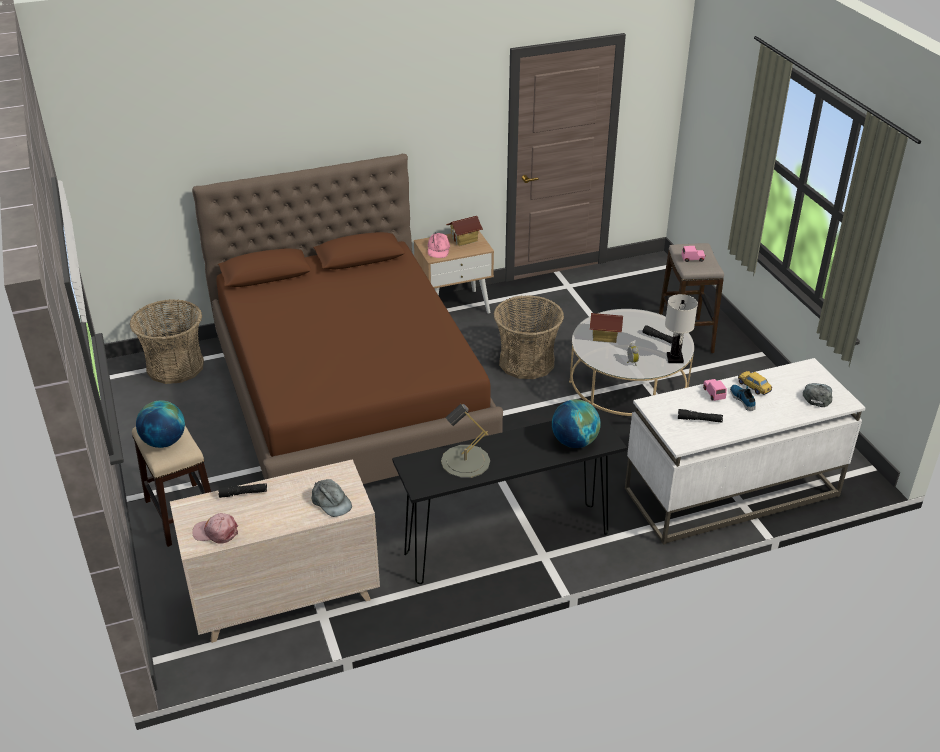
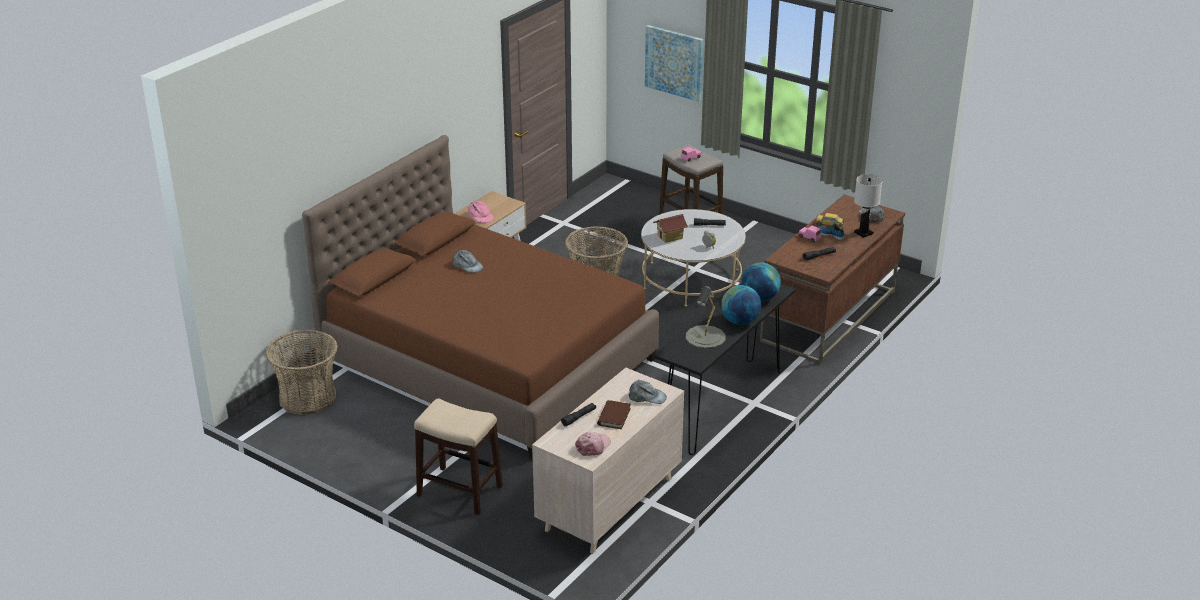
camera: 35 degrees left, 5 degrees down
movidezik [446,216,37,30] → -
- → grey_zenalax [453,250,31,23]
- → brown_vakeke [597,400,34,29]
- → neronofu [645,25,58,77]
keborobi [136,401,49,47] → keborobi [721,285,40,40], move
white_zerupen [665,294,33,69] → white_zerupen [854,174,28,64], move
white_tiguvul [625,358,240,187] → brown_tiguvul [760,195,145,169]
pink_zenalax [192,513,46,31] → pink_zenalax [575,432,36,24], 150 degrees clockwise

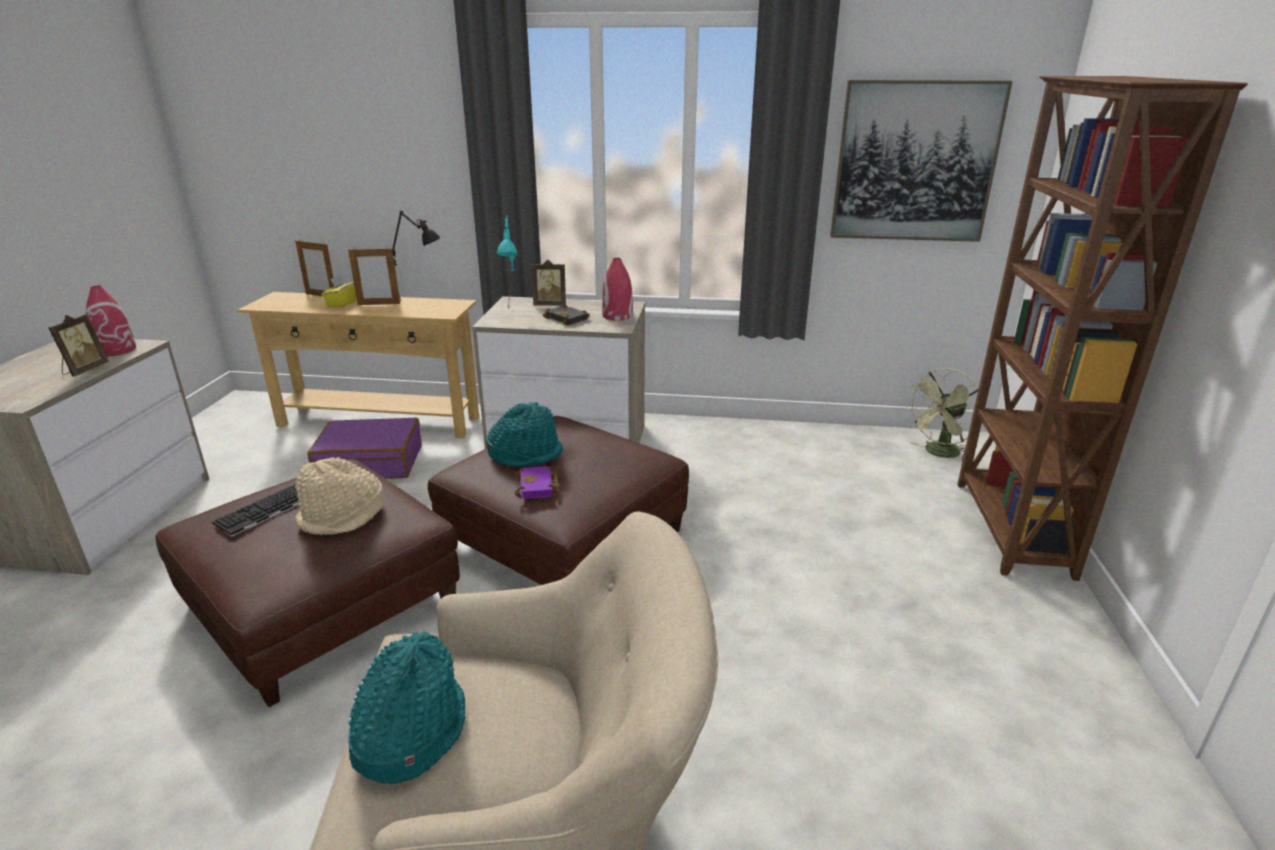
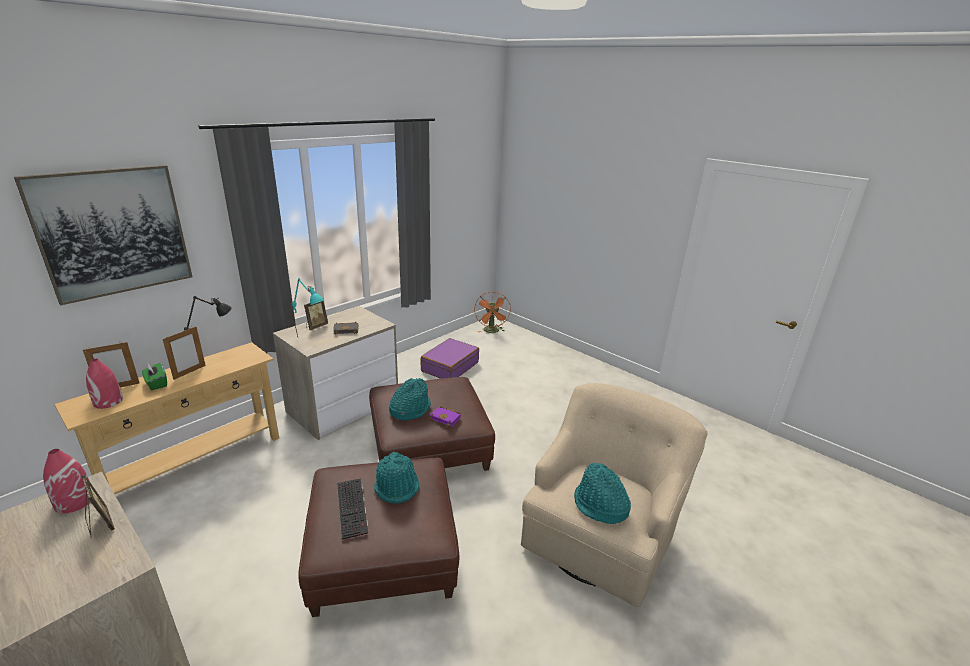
camera: 55 degrees left, 0 degrees up
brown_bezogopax [957,76,291,505] → -
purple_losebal [307,417,115,62] → purple_losebal [421,338,58,41], move
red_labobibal [602,258,31,63] → red_labobibal [86,359,37,50], move
neronofu [830,80,183,162] → neronofu [14,165,179,140], move
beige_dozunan [294,457,90,78] → turquoise_dozunan [374,452,45,52]
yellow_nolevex [321,275,36,33] → green_nolevex [142,362,25,28]
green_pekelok [907,368,72,93] → orange_pekelok [474,292,37,41]

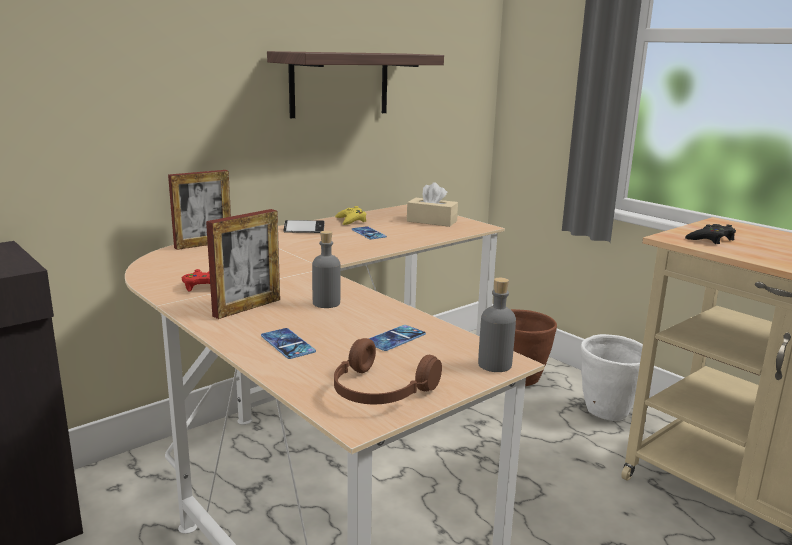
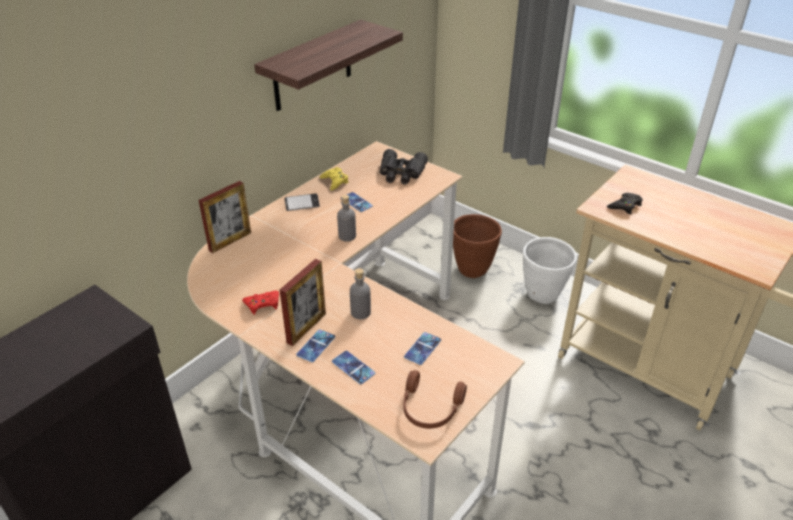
camera: 10 degrees left, 20 degrees up
- → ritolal [296,329,39,33]
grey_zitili [478,278,38,94] → grey_zitili [337,195,19,47], move
beige_nolevex [407,182,51,45] → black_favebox [380,149,48,36]

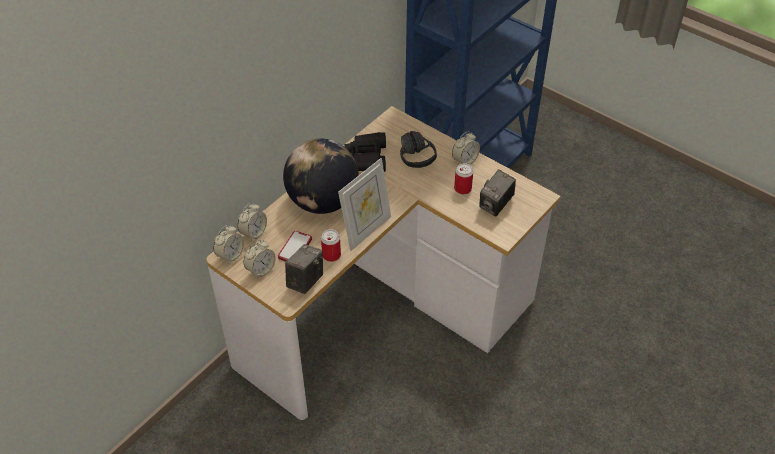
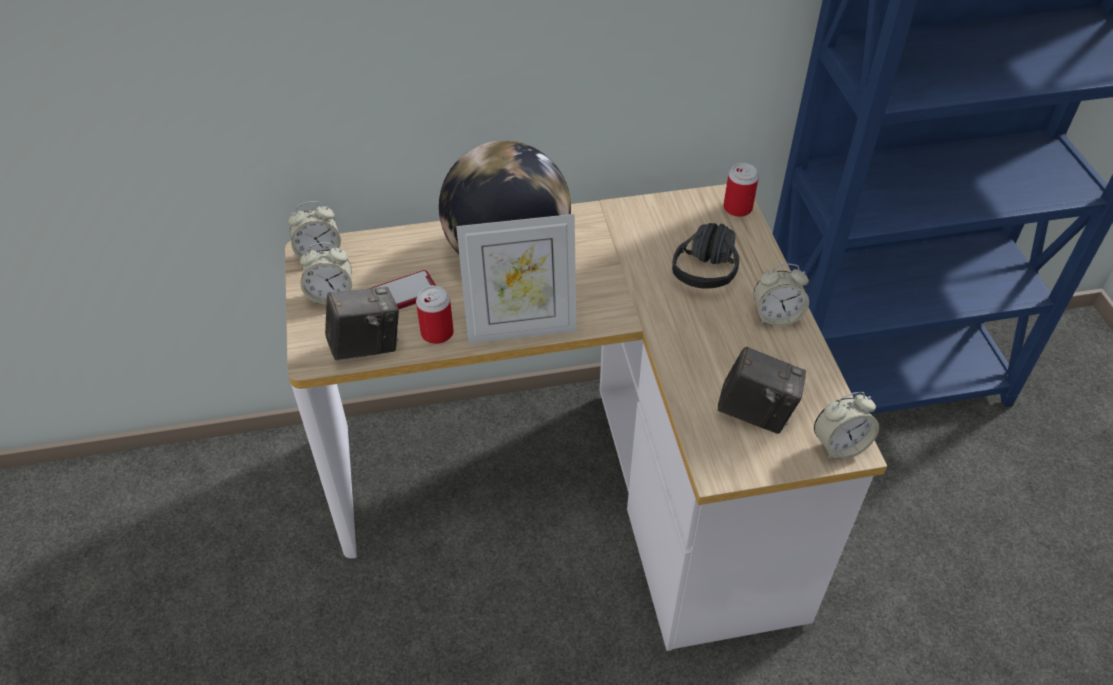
camera: 40 degrees right, 0 degrees up
black_favebox [344,132,42,40] → -
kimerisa [237,203,30,38] → kimerisa [814,392,65,67], move
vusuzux [454,163,19,31] → vusuzux [723,163,36,54], move
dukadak [479,169,37,47] → dukadak [718,347,88,87], 150 degrees counterclockwise

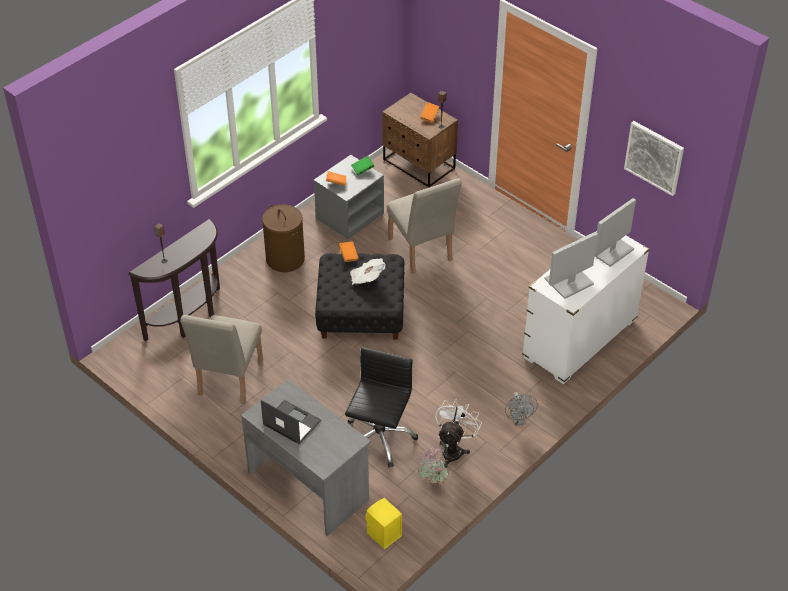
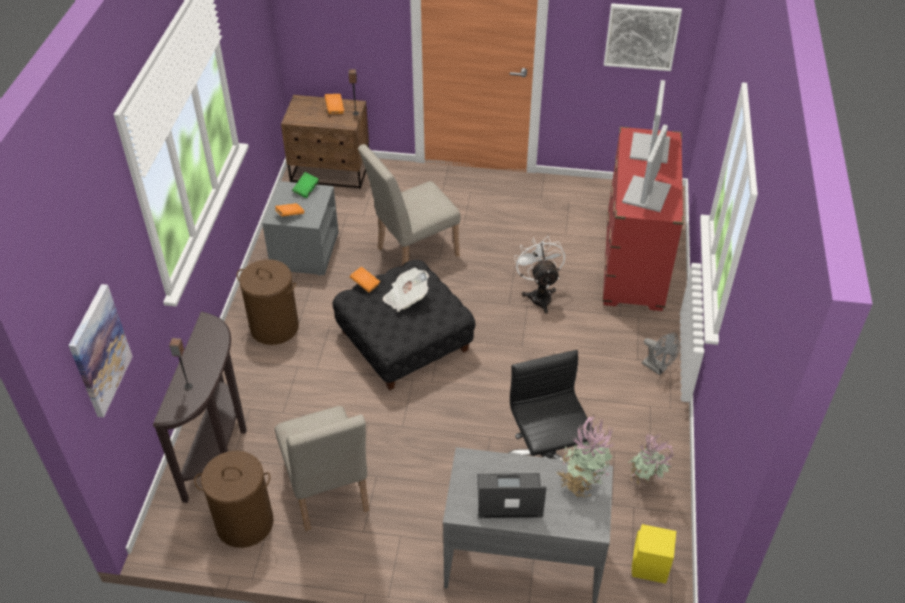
camera: 35 degrees left, 0 degrees up
- → neronofu [69,284,64,134]
- → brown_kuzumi [194,451,79,97]
- → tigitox [557,414,56,84]
white_pekelok [435,399,47,69] → white_pekelok [514,236,51,78], move
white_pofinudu [522,231,128,153] → red_pofinudu [602,127,82,184]
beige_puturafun [387,178,75,96] → beige_puturafun [358,144,102,122], 120 degrees clockwise

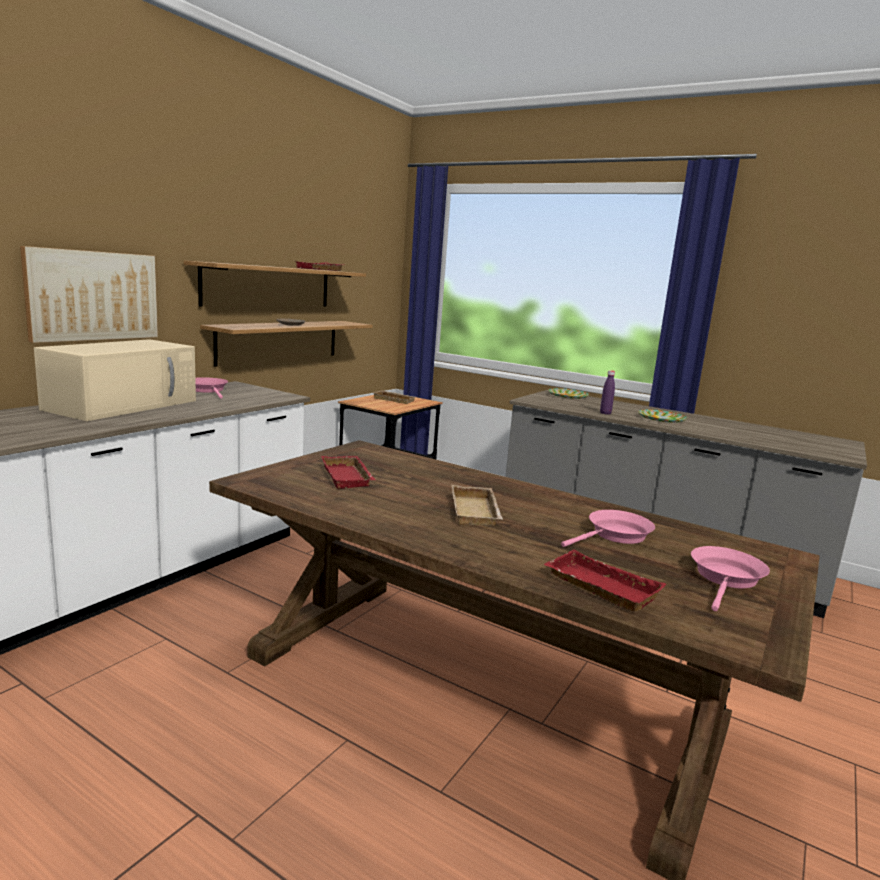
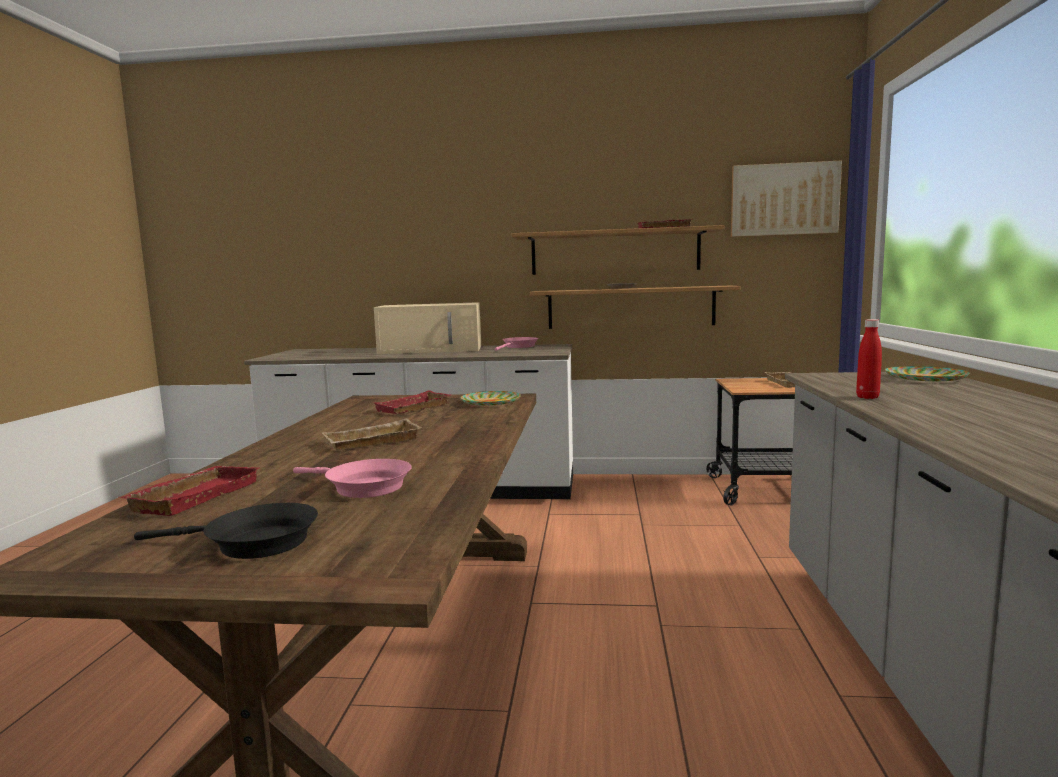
camera: 65 degrees right, 5 degrees down
neronofu [20,246,138,97] → neronofu [731,160,111,77], move
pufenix [638,409,49,14] → pufenix [460,391,61,15], move
purple_zitili [600,370,15,45] → red_zitili [856,319,26,80]
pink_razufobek [691,546,79,65] → black_razufobek [134,503,184,56]

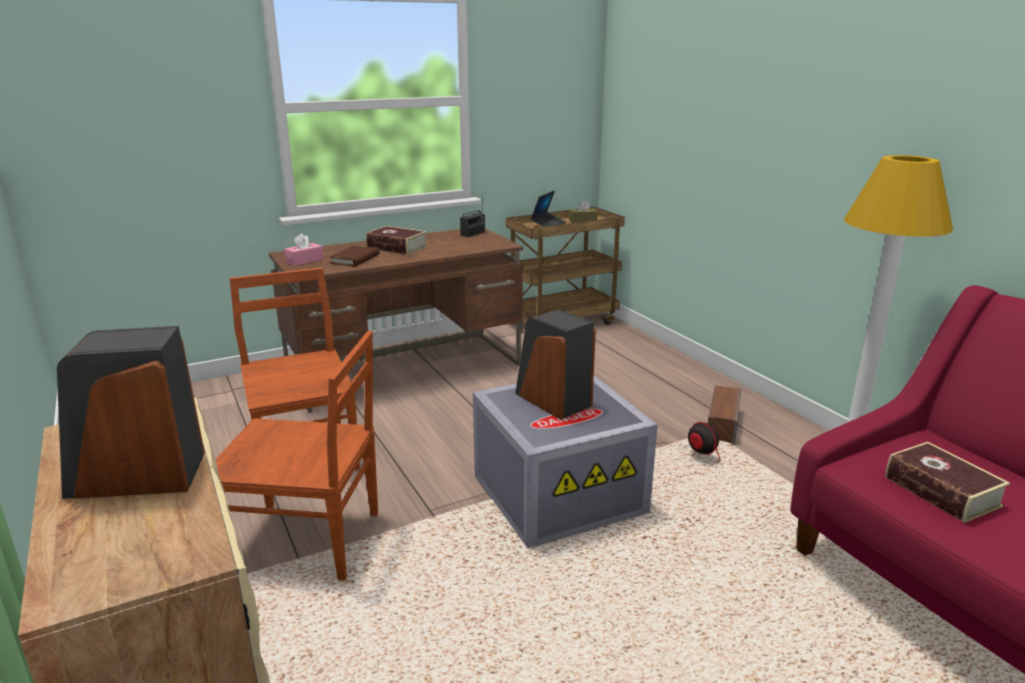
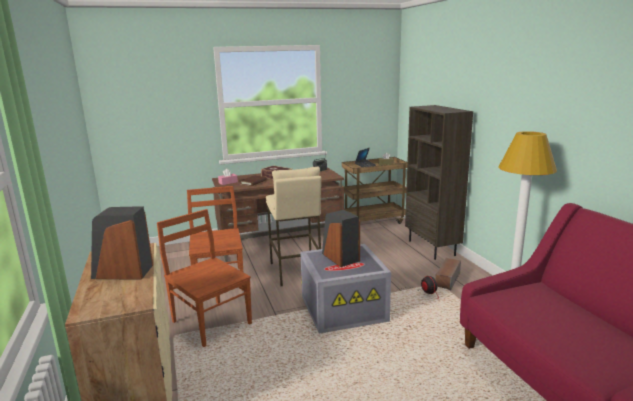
camera: 10 degrees right, 5 degrees down
vakeke [885,442,125,81] → -
- → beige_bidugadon [266,167,55,120]
- → brown_bezogopax [405,105,68,155]
brown_puturafun [215,331,163,250] → brown_puturafun [157,209,95,138], 150 degrees counterclockwise

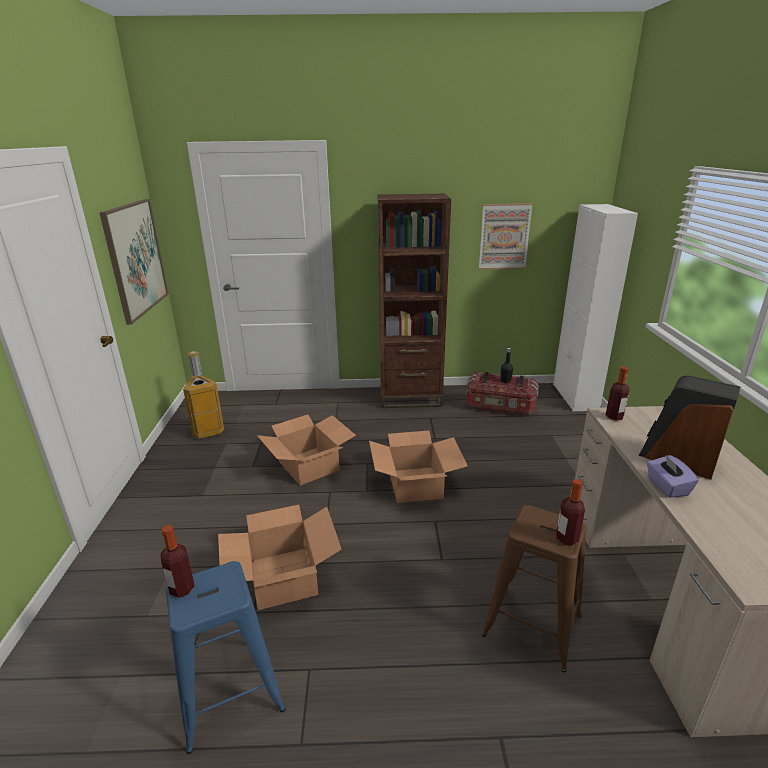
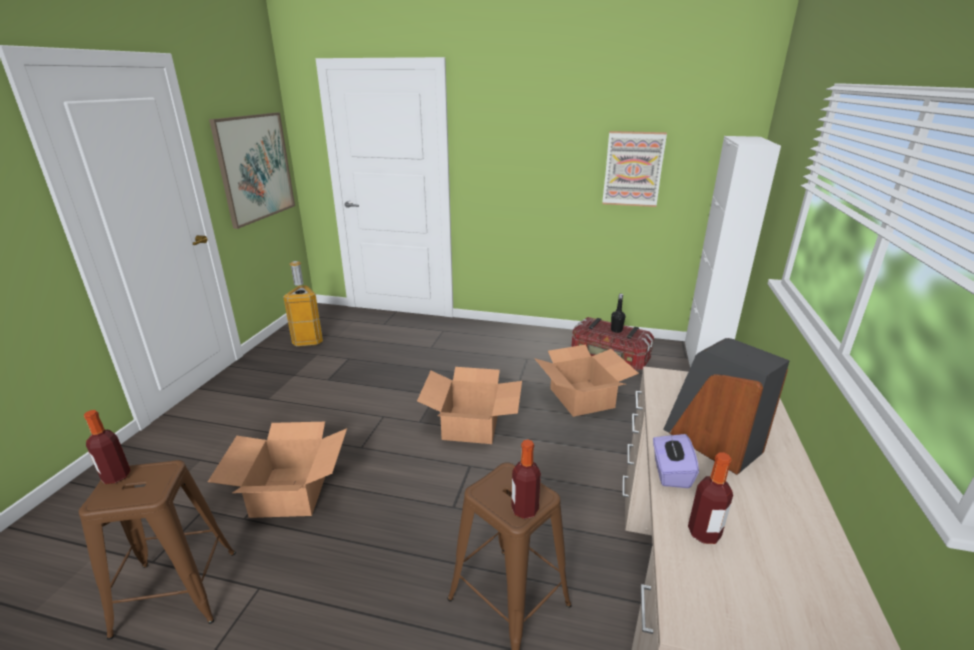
camera: 15 degrees right, 0 degrees up
brown_bezogopax [377,194,74,214] → -
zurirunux [257,415,99,70] → zurirunux [534,344,105,73], move
zitili [606,366,24,55] → zitili [688,452,45,92], move
blue_bidugadon [165,561,120,193] → brown_bidugadon [79,460,157,180]

